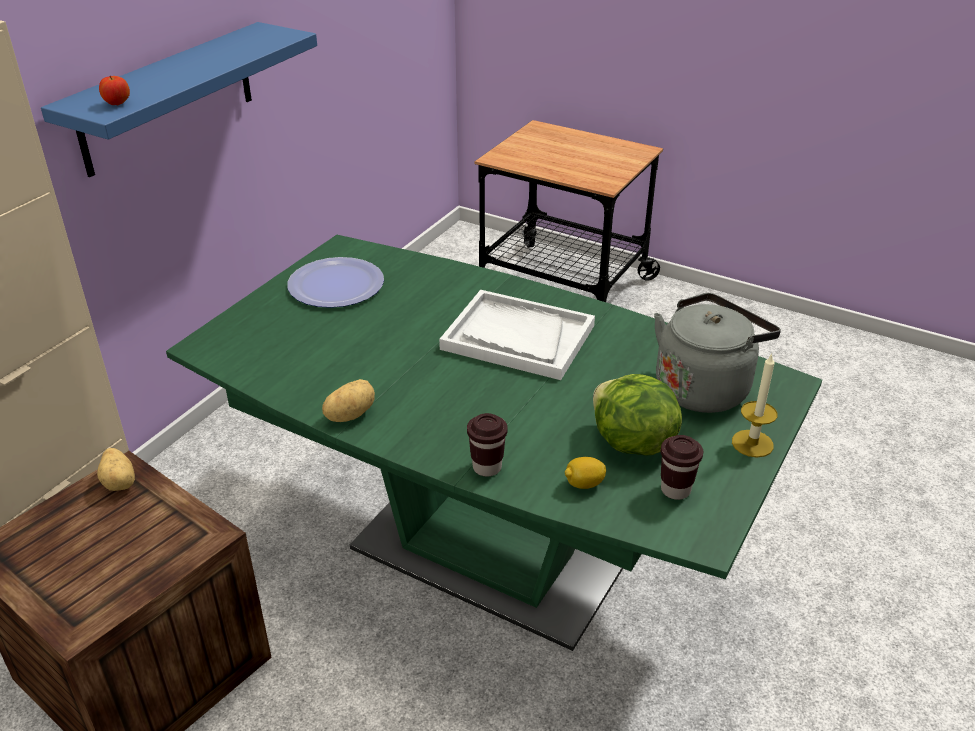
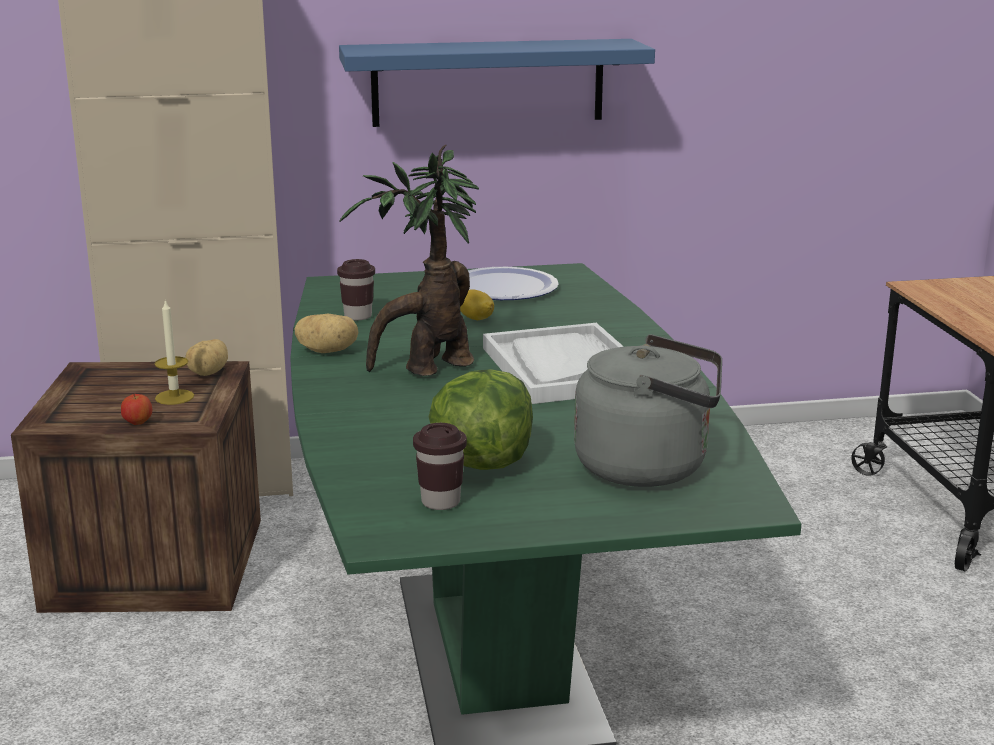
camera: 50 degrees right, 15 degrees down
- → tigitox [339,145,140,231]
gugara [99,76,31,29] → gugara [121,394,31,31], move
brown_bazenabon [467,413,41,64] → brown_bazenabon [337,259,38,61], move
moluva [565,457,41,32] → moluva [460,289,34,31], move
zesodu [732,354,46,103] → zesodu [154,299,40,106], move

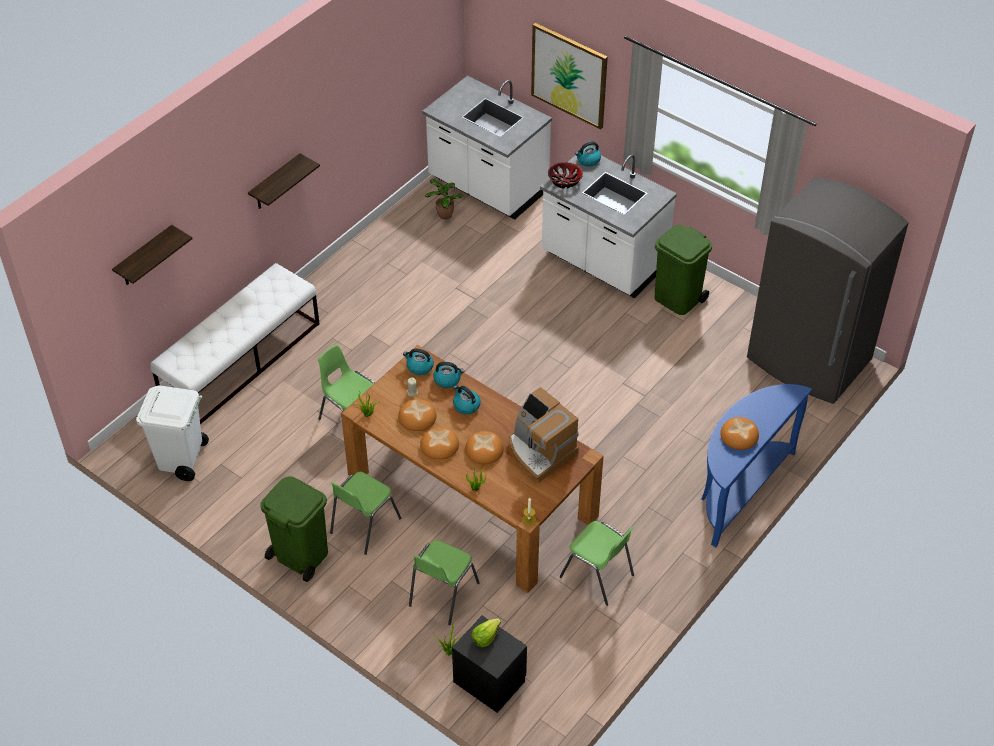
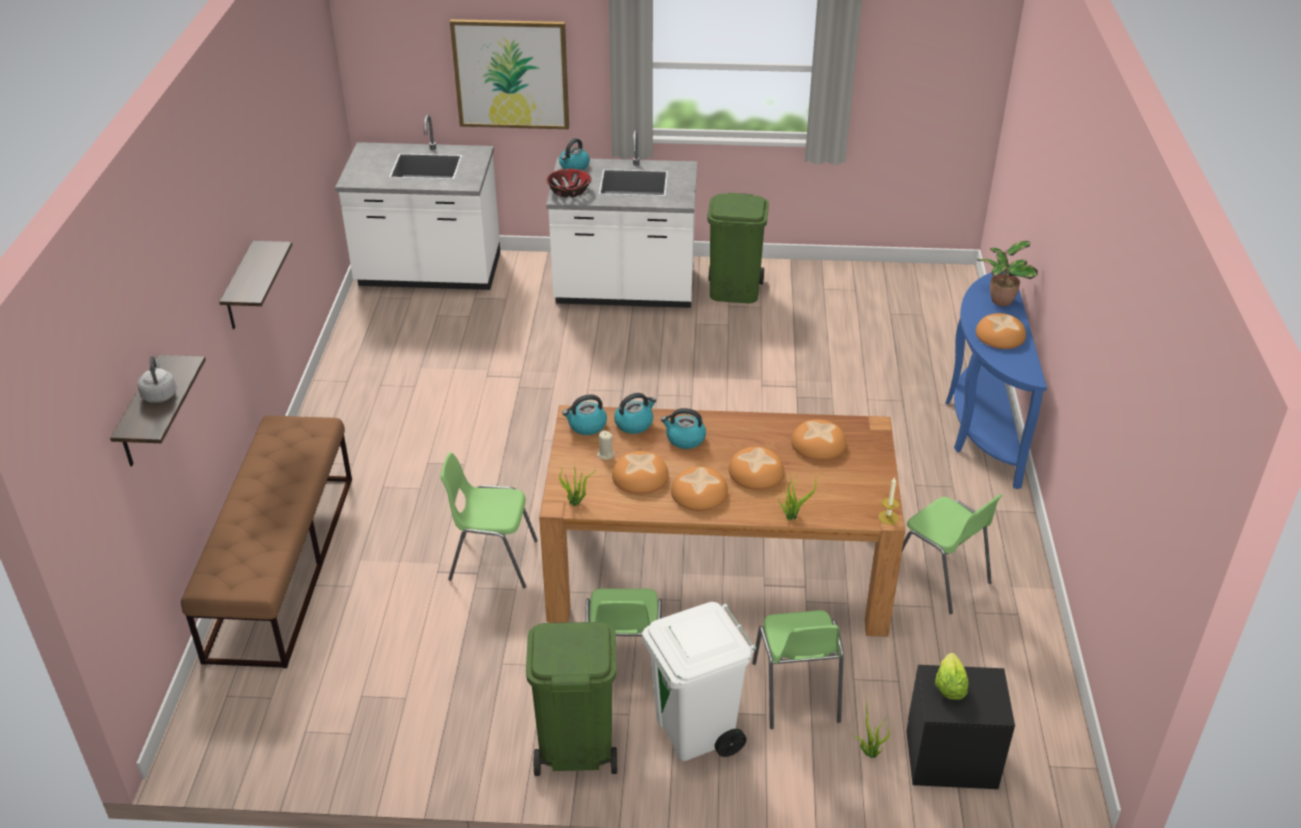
camera: 35 degrees left, 10 degrees down
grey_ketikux [747,177,161,227] → -
- → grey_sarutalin [137,356,40,47]
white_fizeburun [136,386,73,95] → white_fizeburun [642,602,114,159], move
tigitox [425,179,38,40] → tigitox [977,241,61,65], move
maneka [509,387,70,95] → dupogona [791,419,56,42]
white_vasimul [150,263,169,161] → brown_vasimul [181,415,171,253]
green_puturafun [560,521,74,85] → green_puturafun [902,494,101,120], 45 degrees clockwise

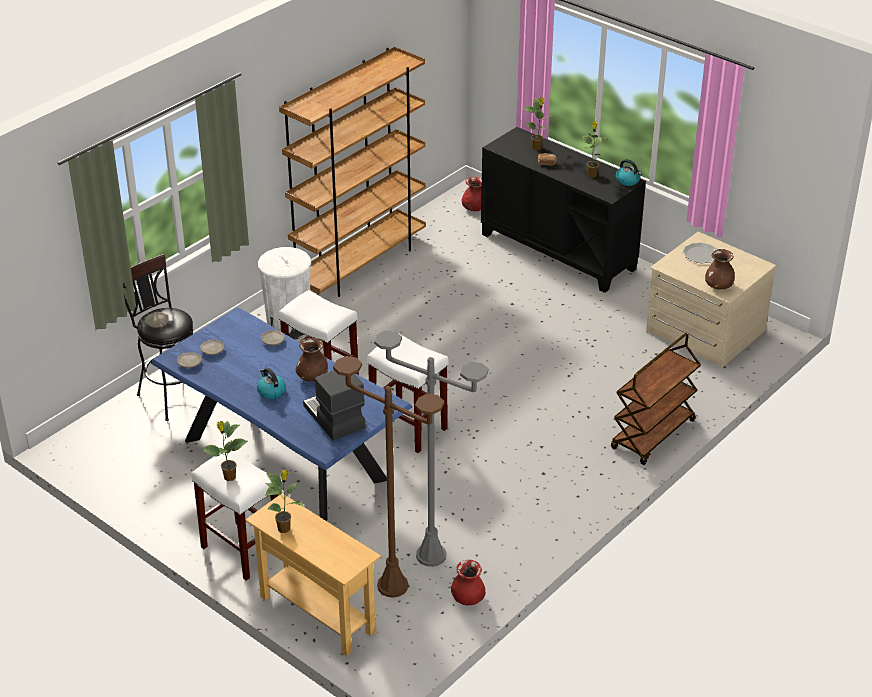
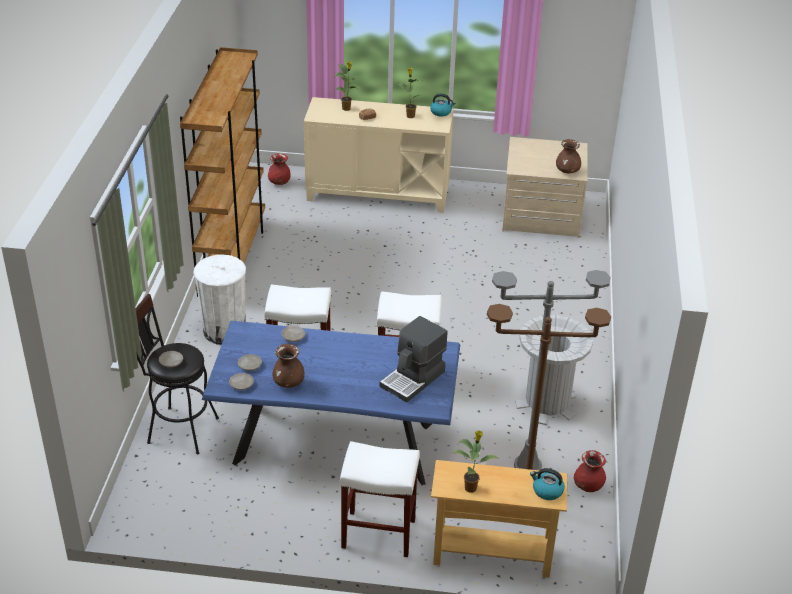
camera: 35 degrees left, 0 degrees up
tigitox [201,421,47,60] → -
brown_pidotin [611,333,90,132] → -
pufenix [683,243,34,20] → -
- → grey_fizeburun [515,315,78,110]
sarutalin [257,368,29,31] → sarutalin [530,468,35,32], move
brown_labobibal [296,338,32,44] → brown_labobibal [273,344,32,44], move
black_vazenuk [481,127,165,166] → beige_vazenuk [304,97,150,116]
maneka [303,370,62,71] → maneka [380,316,67,87], 75 degrees counterclockwise

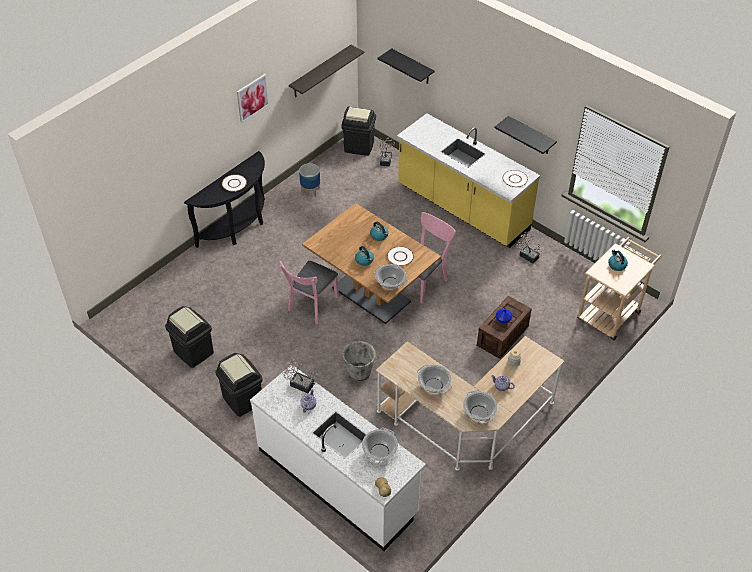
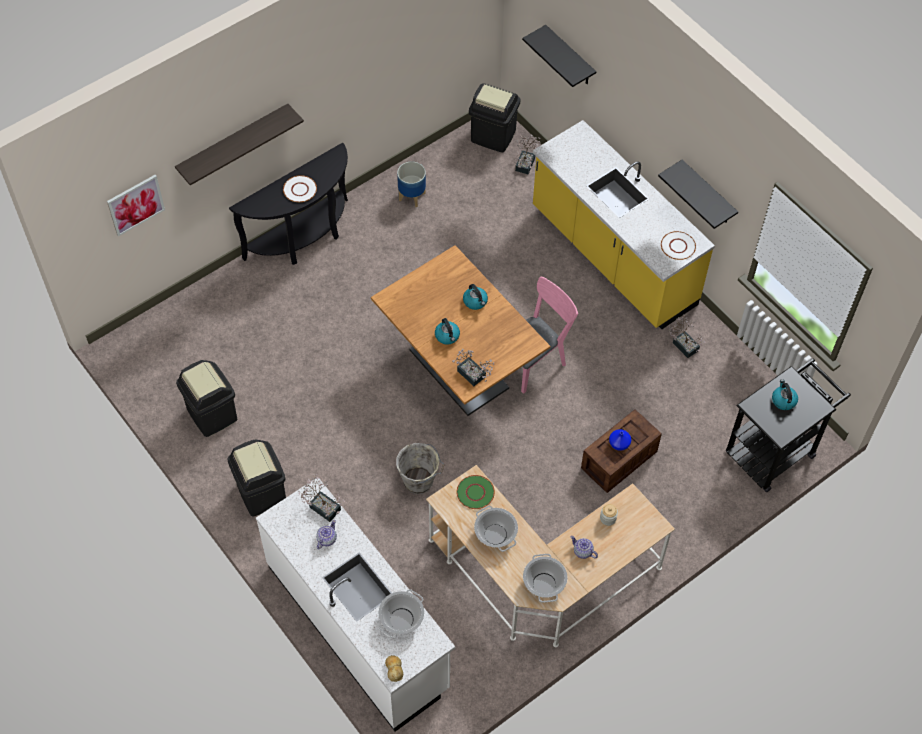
camera: 10 degrees right, 10 degrees up
pink_puturafun [279,261,60,63] → -
white_pufenix [387,246,27,20] → -
- → green_pufenix [457,475,38,34]
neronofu [237,74,32,49] → neronofu [107,175,58,61], move
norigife [289,45,75,53] → norigife [175,104,129,81], move
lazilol [373,264,35,26] → tigitox [452,349,43,37]
beige_pidotin [577,237,85,103] → black_pidotin [726,358,125,134]

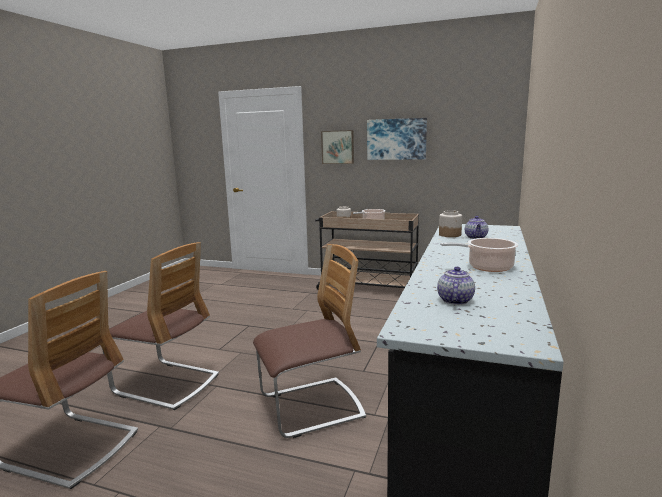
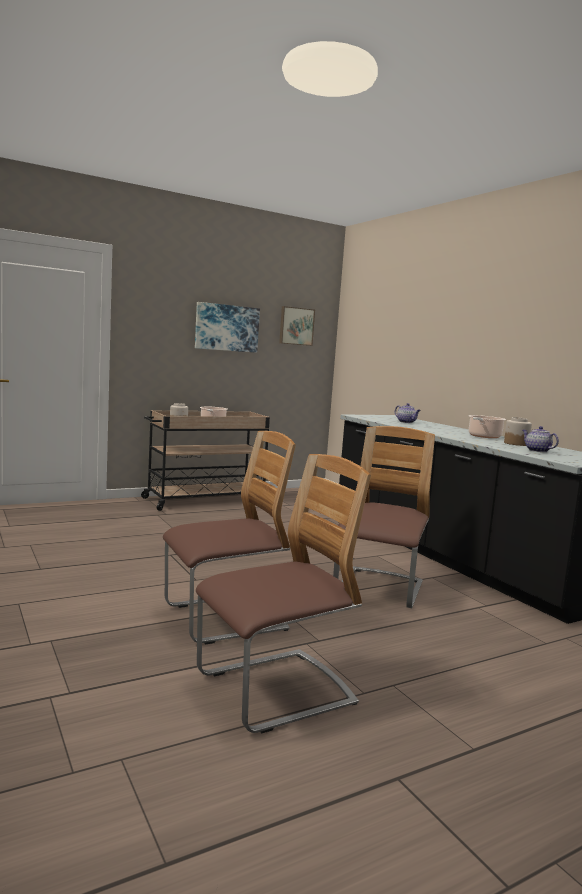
camera: 50 degrees left, 5 degrees down
neronofu [321,130,33,34] → neronofu [279,306,36,40], move
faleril [439,210,23,27] → faleril [504,417,28,29], move

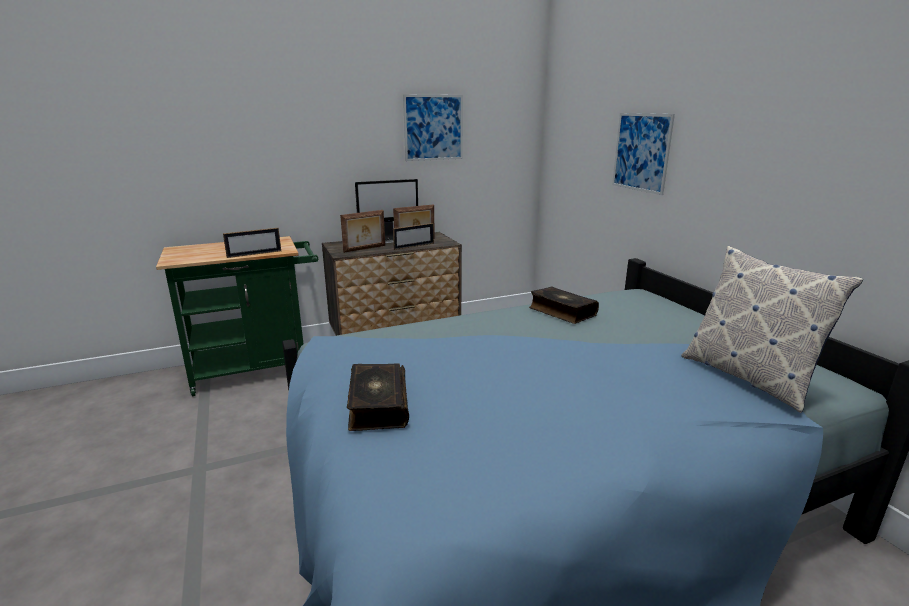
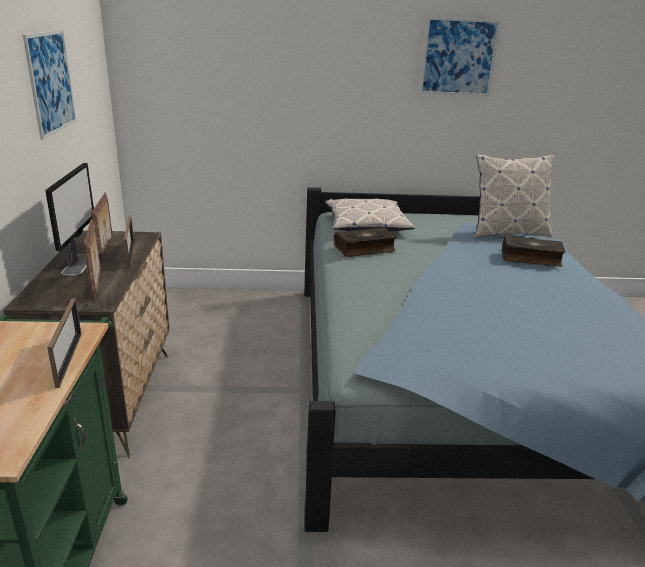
camera: 70 degrees left, 5 degrees up
- → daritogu [325,198,90,33]
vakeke [347,364,62,67] → vakeke [502,235,64,32], move
neronofu [612,113,63,82] → neronofu [420,17,81,79], move

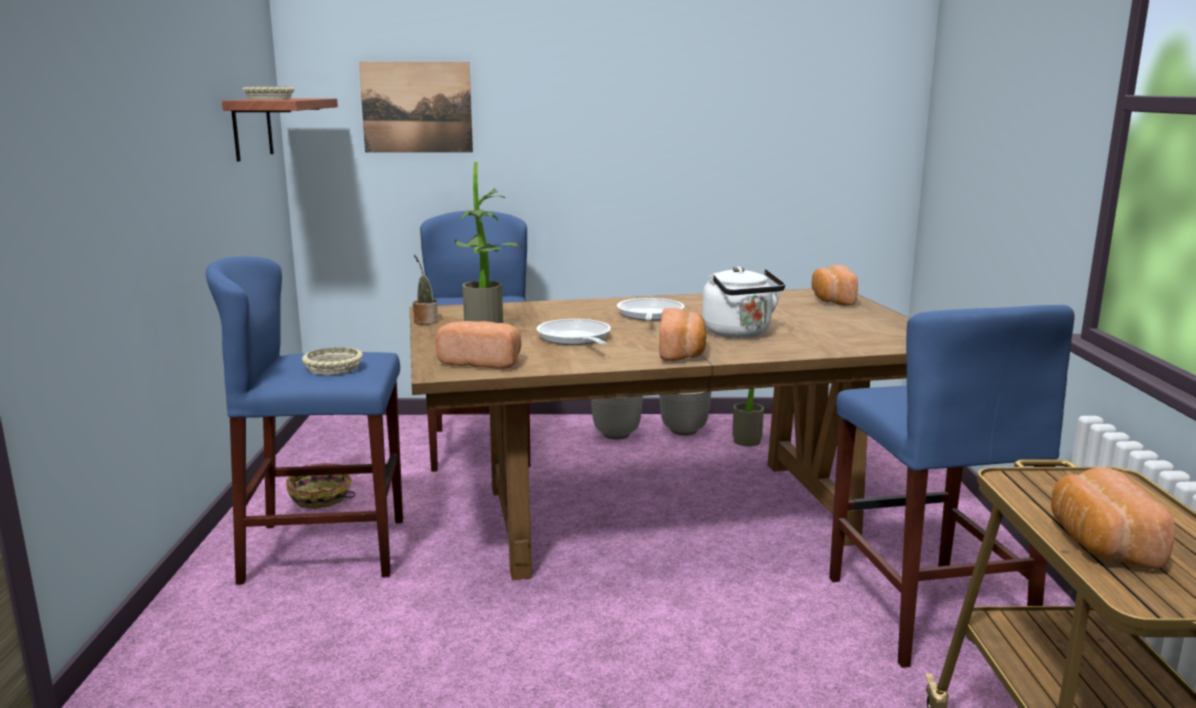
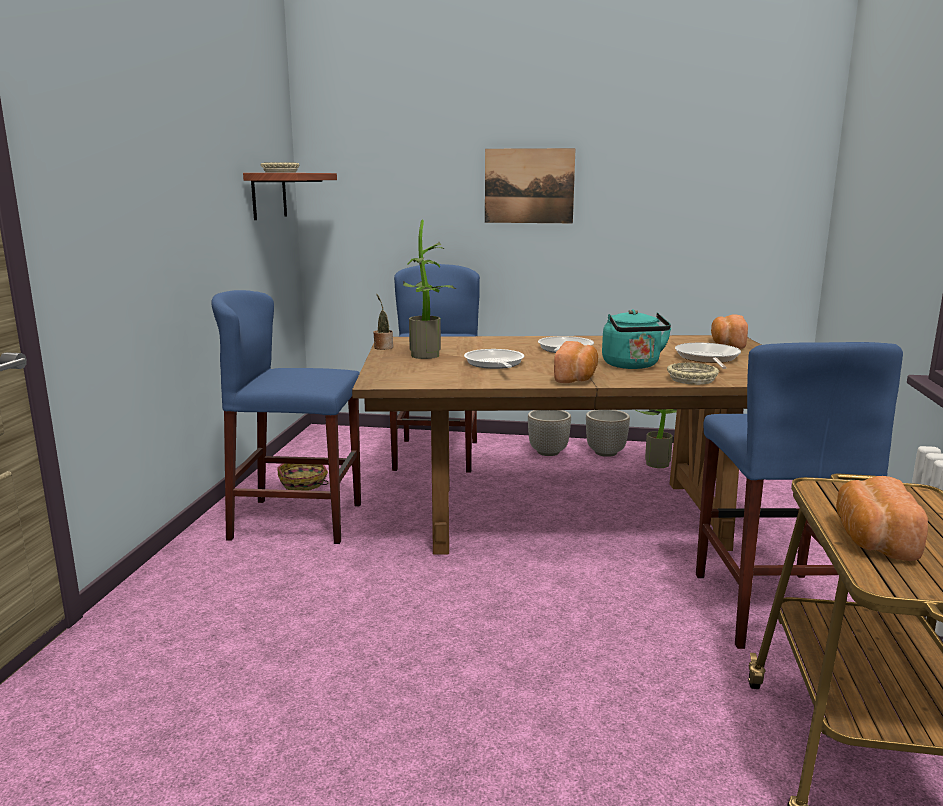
camera: 10 degrees right, 0 degrees up
dupogona [435,321,86,48] → -
- → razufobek [675,343,66,26]
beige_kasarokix [302,347,61,28] → beige_kasarokix [667,363,52,22], move
neronofu [359,62,114,91] → neronofu [485,148,91,75], move
white_sarutalin [702,266,83,72] → turquoise_sarutalin [602,309,70,60]

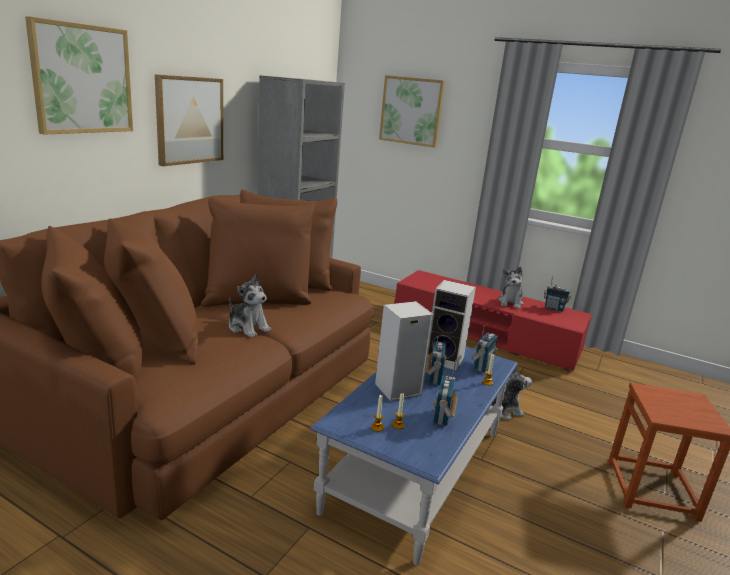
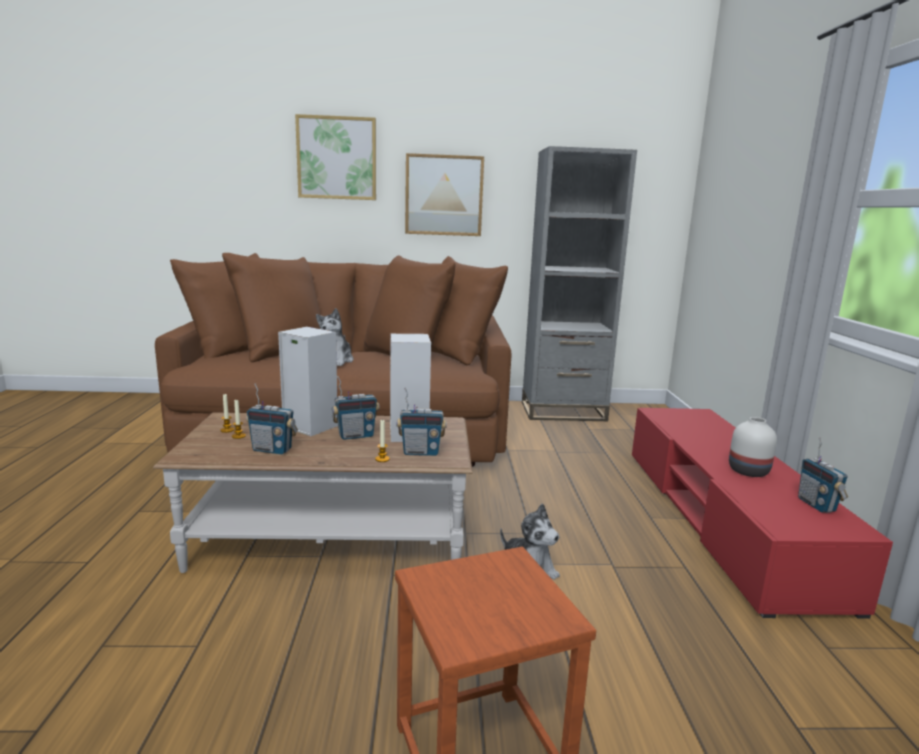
camera: 60 degrees right, 5 degrees down
neronofu [379,75,66,73] → -
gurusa [498,267,25,42] → white_labobibal [729,417,48,60]
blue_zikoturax [310,347,208,218] → brown_zikoturax [153,412,320,161]
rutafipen [433,360,24,66] → rutafipen [246,383,52,72], 150 degrees counterclockwise

